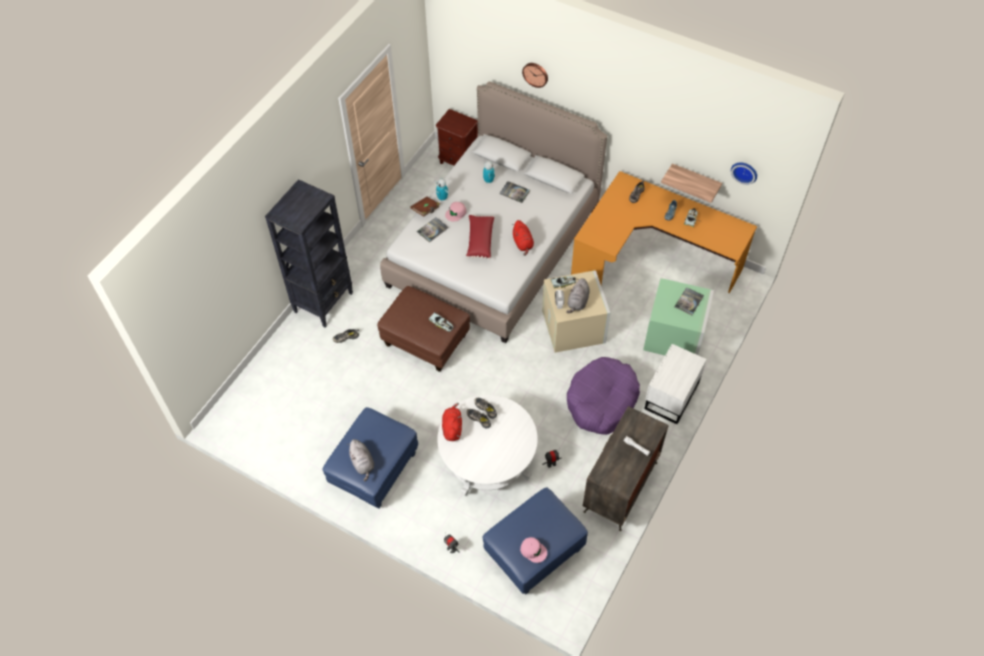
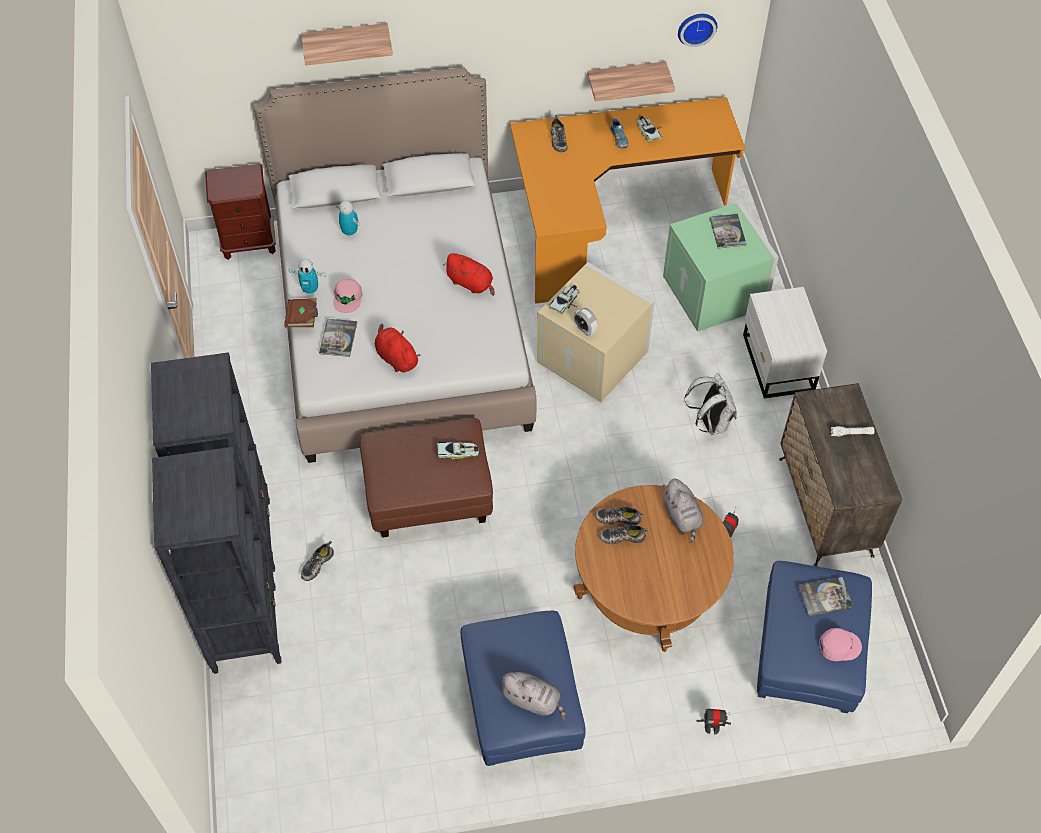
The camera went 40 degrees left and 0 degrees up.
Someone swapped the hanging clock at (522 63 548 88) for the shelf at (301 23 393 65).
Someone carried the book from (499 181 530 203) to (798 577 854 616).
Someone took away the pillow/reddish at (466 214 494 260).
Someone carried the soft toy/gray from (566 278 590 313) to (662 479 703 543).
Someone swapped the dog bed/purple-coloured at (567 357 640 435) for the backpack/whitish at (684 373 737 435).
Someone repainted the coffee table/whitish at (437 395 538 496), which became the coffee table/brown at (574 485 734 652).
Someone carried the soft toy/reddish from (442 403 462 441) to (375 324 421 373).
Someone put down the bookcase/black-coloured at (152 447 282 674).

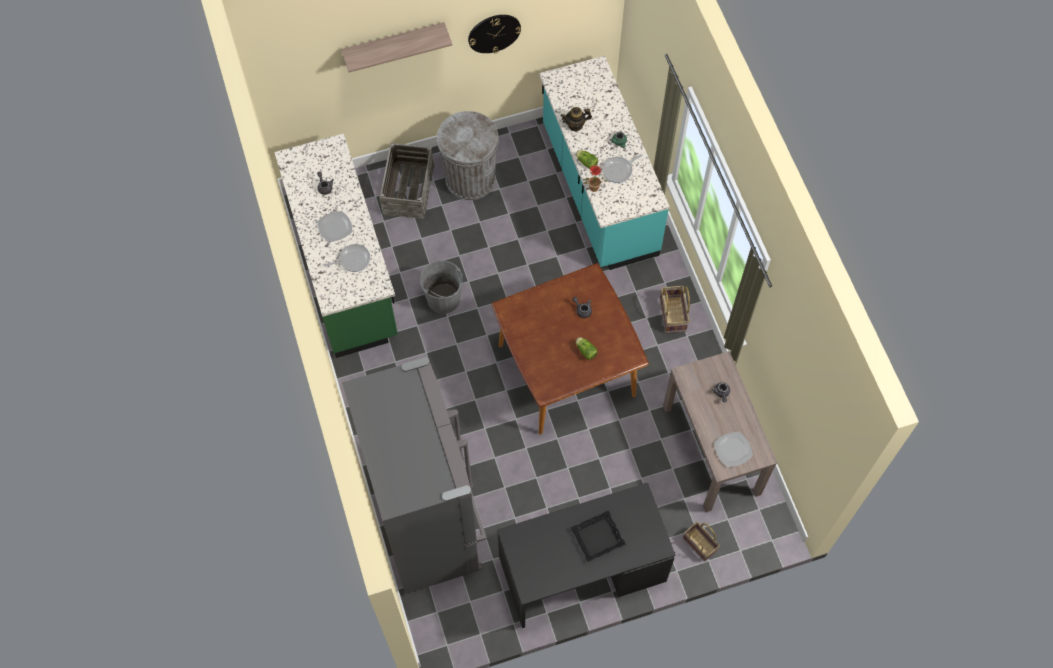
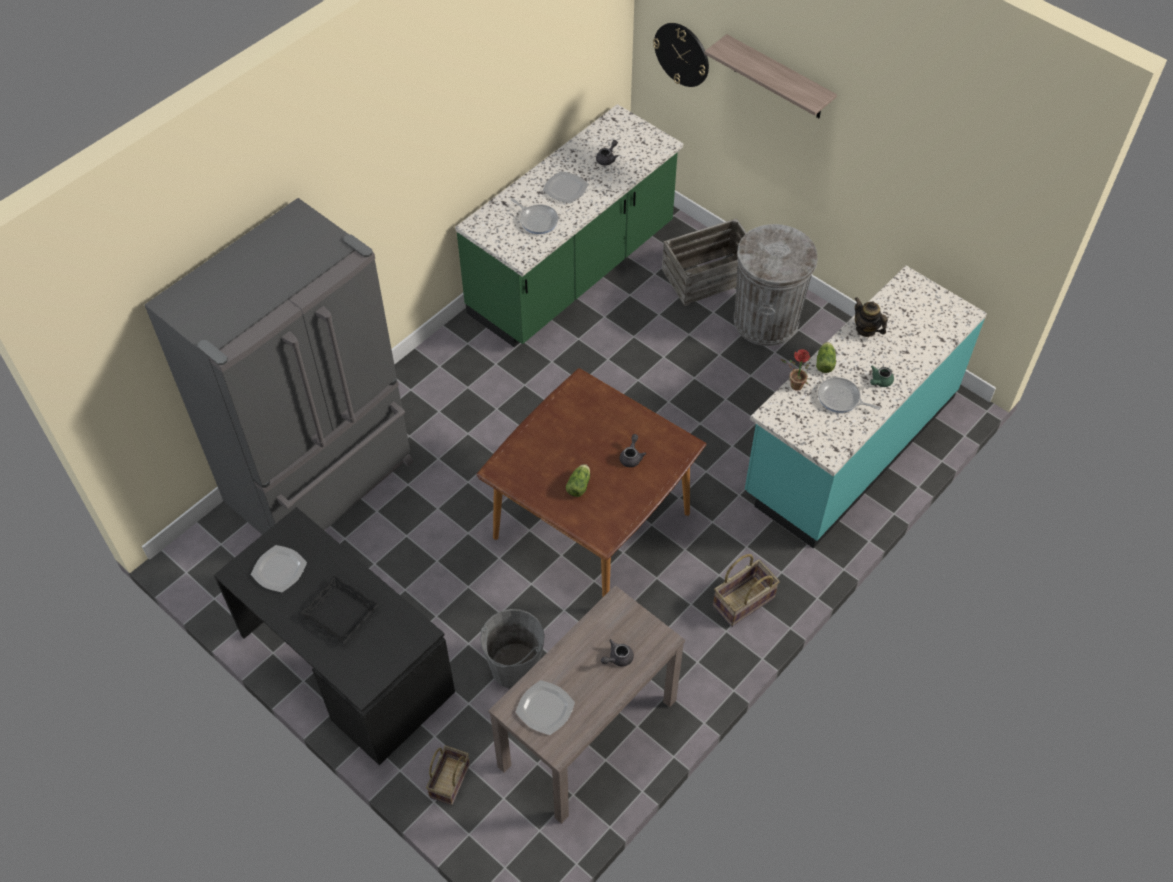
The camera went 60 degrees right and 10 degrees down.
Someone carried the hanging clock from (468 15 521 53) to (653 23 709 87).
Someone carried the pail/gray from (420 261 463 314) to (480 609 545 689).
Someone put down the flat dish at (251 545 307 592).

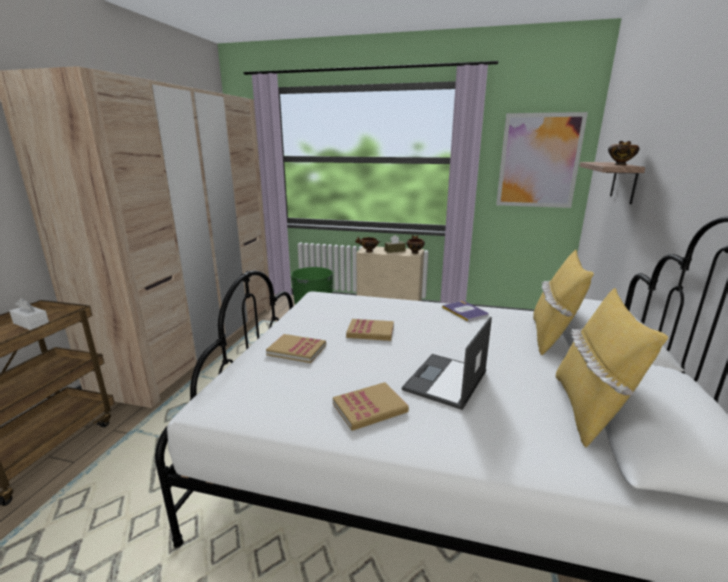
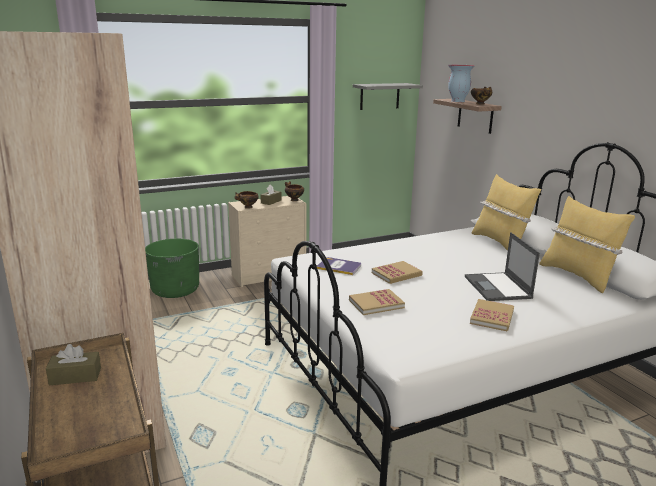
The camera went 40 degrees left and 0 degrees up.
Someone swapped the picture at (496 112 588 208) for the shelf/gray at (353 83 423 110).
Someone repainted the box of tissues/whitish at (9 298 49 330), which became the box of tissues/brown at (46 344 101 385).
Someone carried the book from (442 301 489 321) to (317 257 361 275).
Someone put down the decorative vase at (448 65 475 102).

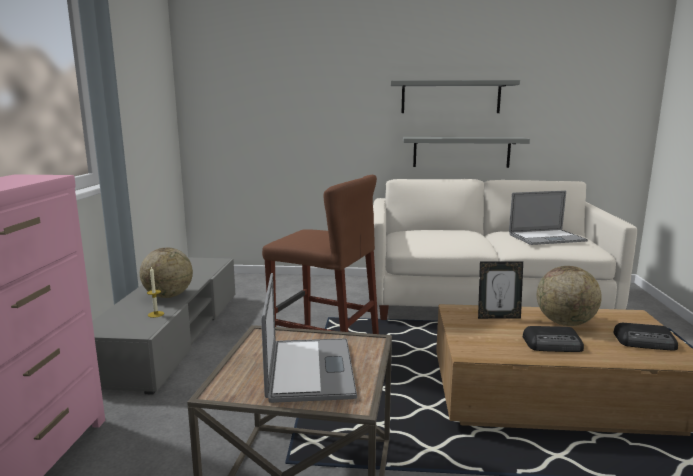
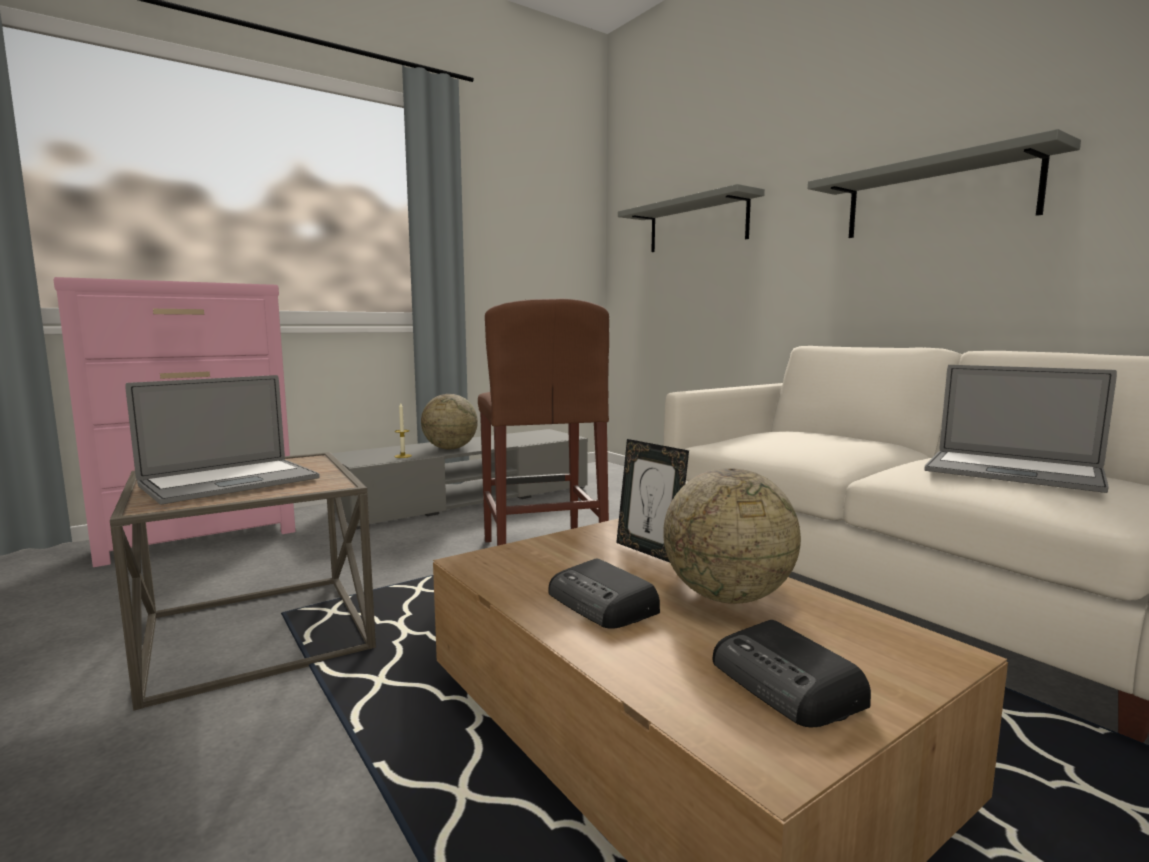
The camera went 50 degrees right and 5 degrees down.
Someone carried the shelf/gray from (403 137 530 168) to (618 184 765 252).

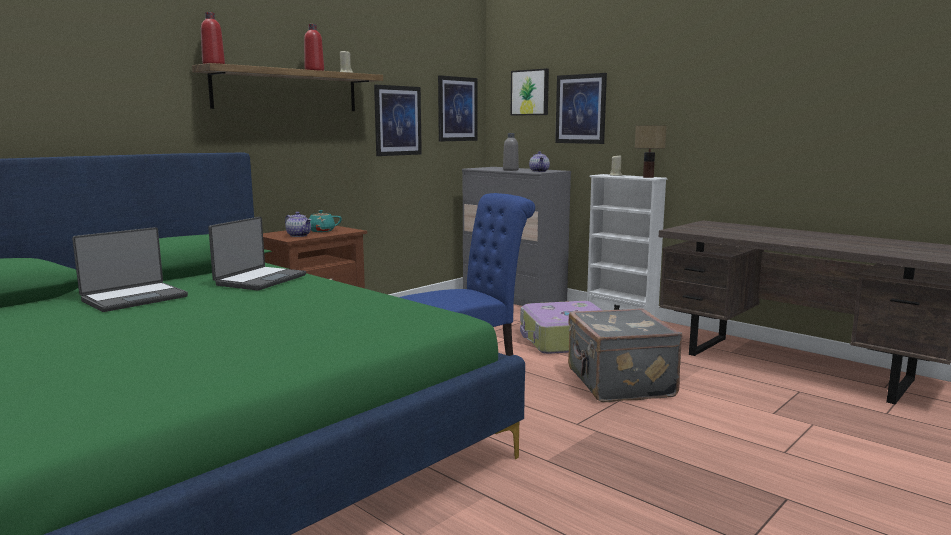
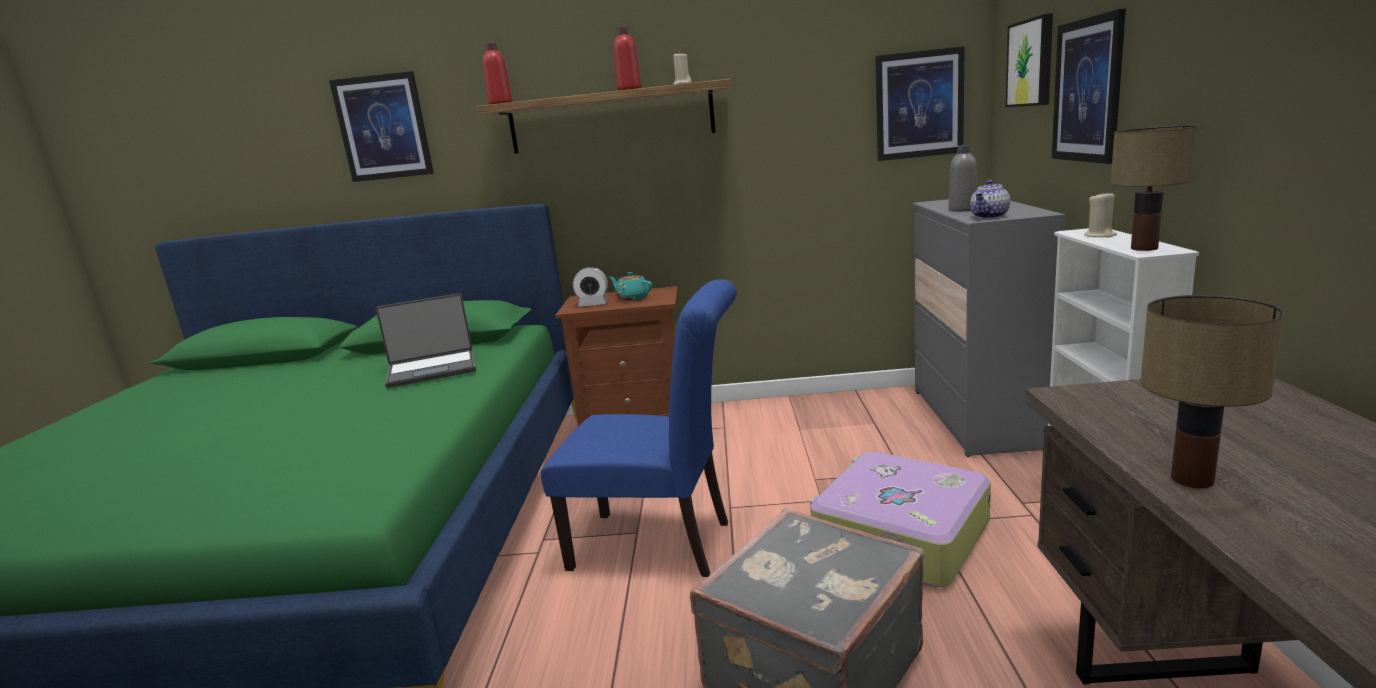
The camera went 50 degrees right and 5 degrees up.
Someone carried the picture from (374 85 422 156) to (329 71 434 182).
Someone swapped the teapot at (285 212 311 237) for the alarm clock at (573 267 608 307).
Someone took away the laptop at (72 227 188 312).
Someone put down the lamp for a table at (1140 295 1284 488).

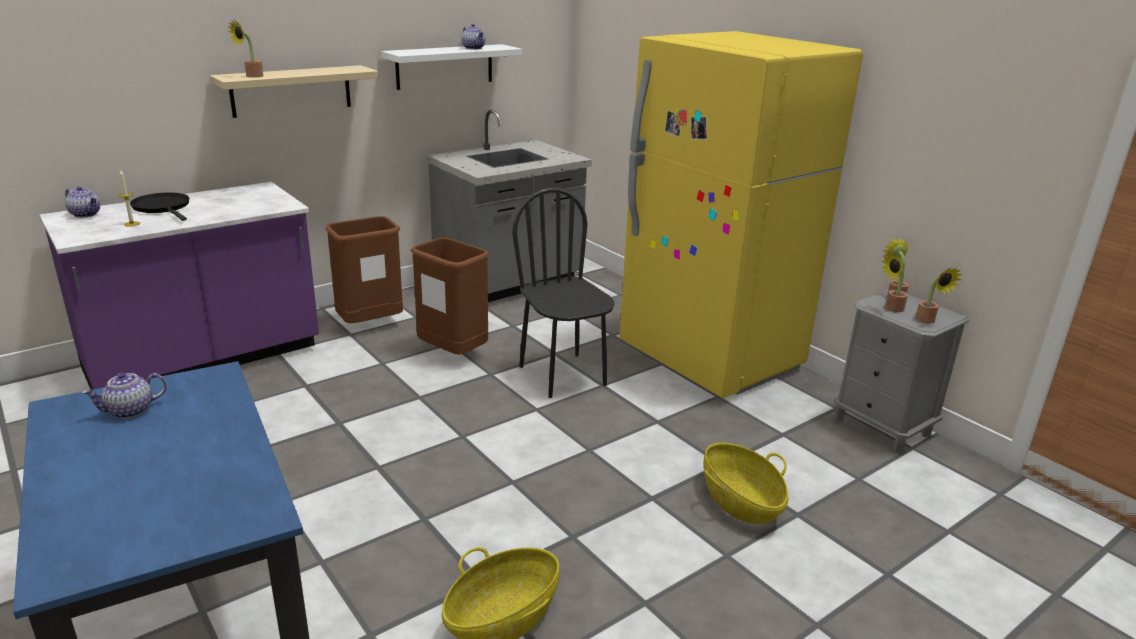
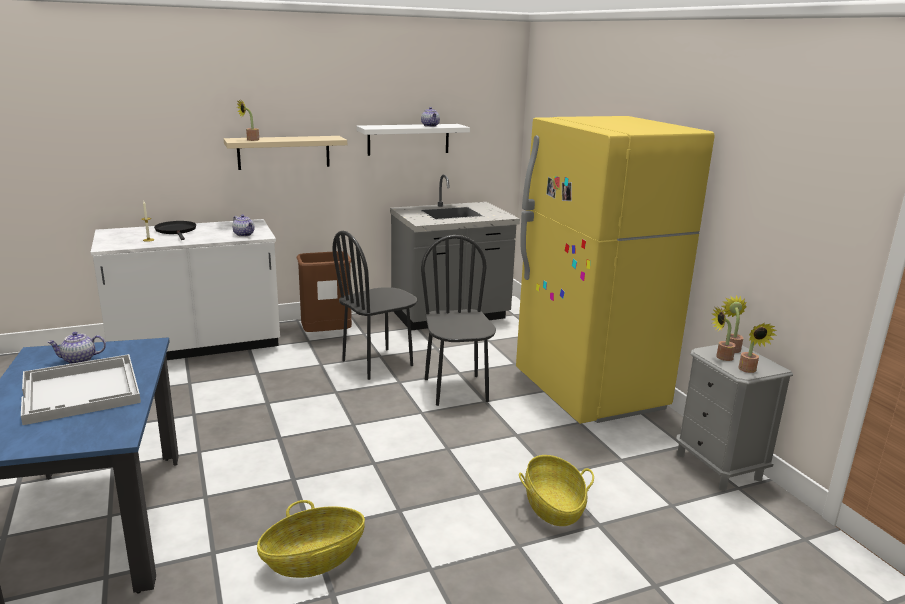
The camera went 15 degrees right and 5 degrees down.
Someone repainted the kitchen base unit/purple-coloured at (39 182 319 390), which became the kitchen base unit/whitish at (91 219 280 360).
Someone carried the teapot from (65 186 100 218) to (232 214 255 237).
Someone swapped the waste bin/brown at (410 237 489 355) for the upright chair/black-coloured at (332 231 418 380).
Someone put down the serving tray/whitish at (21 354 141 425).

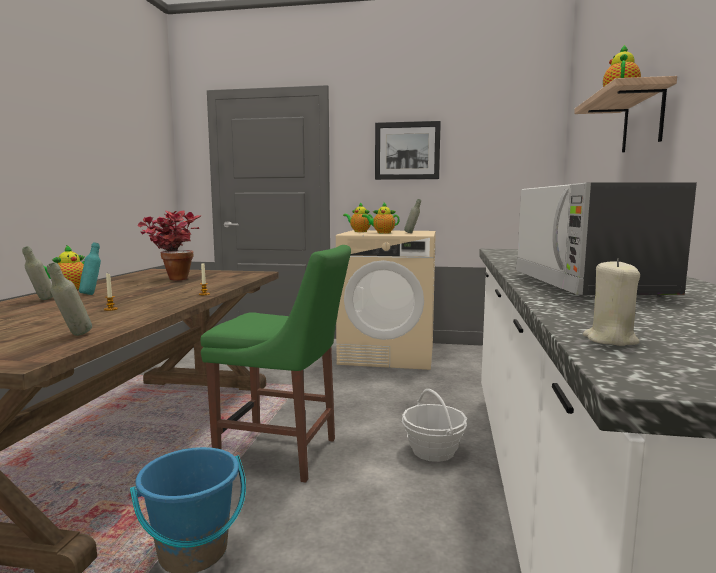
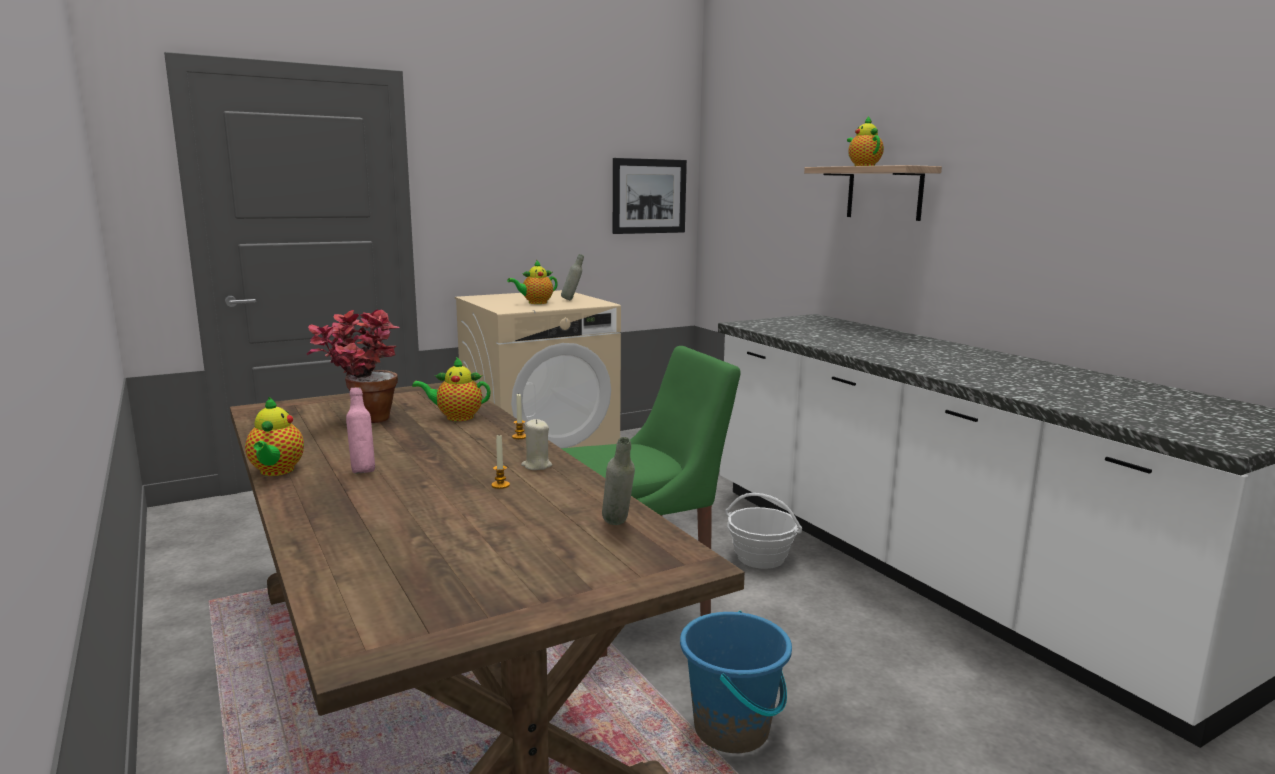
The camera went 40 degrees left and 5 degrees up.
Someone carried the picture from (375 121 441 180) to (613 158 687 234).
Someone took away the microwave oven at (515 182 697 297).
Someone carried the teapot from (343 202 373 232) to (412 357 491 421).
Someone repainted the beverage bottle/turquoise at (79 242 101 295), which became the beverage bottle/pink-coloured at (346 387 375 473).
Someone took away the beverage bottle/gray at (22 246 53 300).
Someone carried the candle/beige-coloured from (583 258 640 346) to (521 419 552 470).

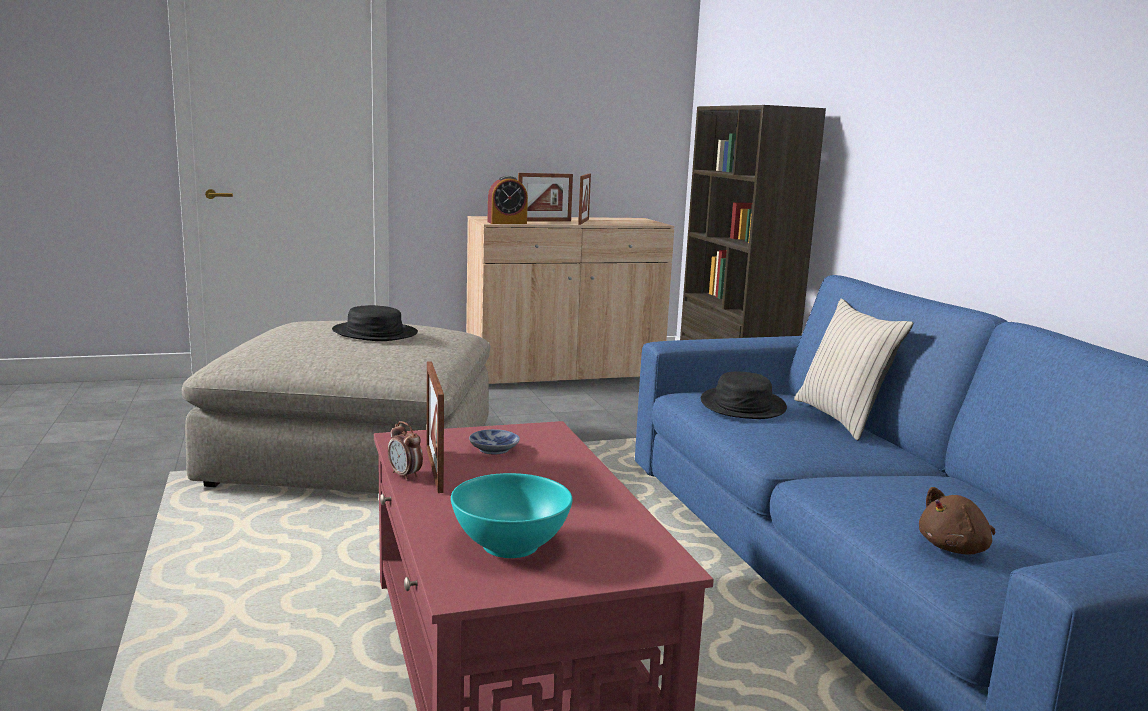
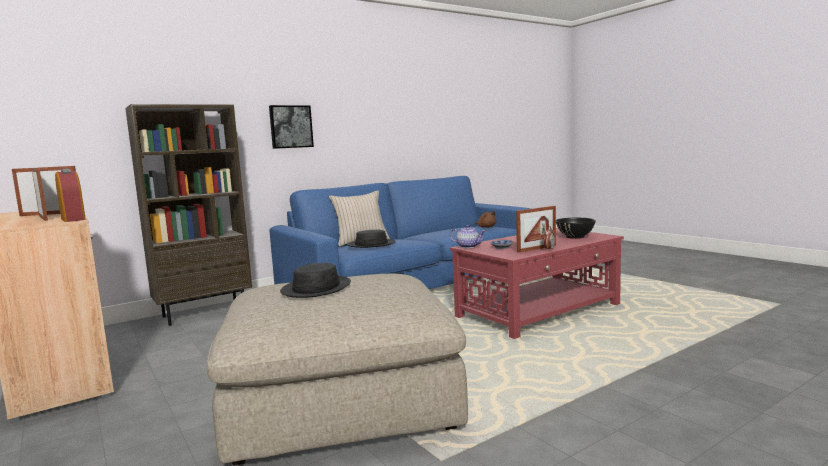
The camera went 105 degrees left and 5 degrees down.
Someone repainted the bowl/turquoise at (451 473 573 558), which became the bowl/black-coloured at (556 218 596 239).
Someone put up the picture at (269 105 314 149).
Someone put down the teapot at (450 225 486 248).

